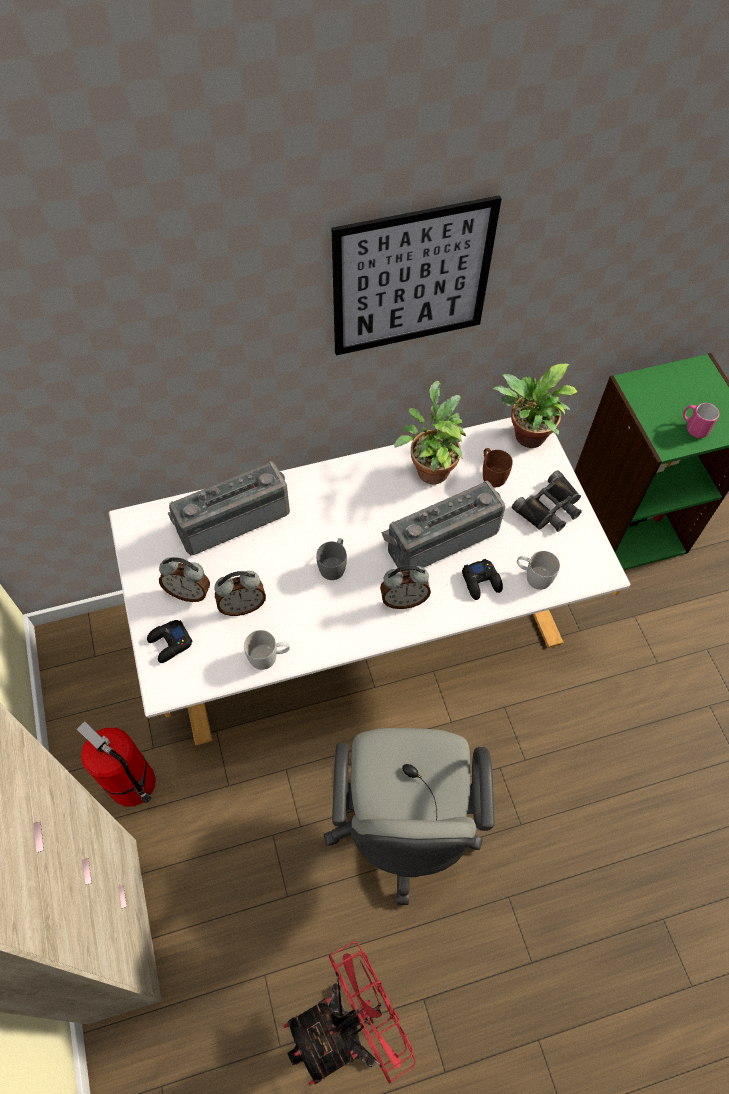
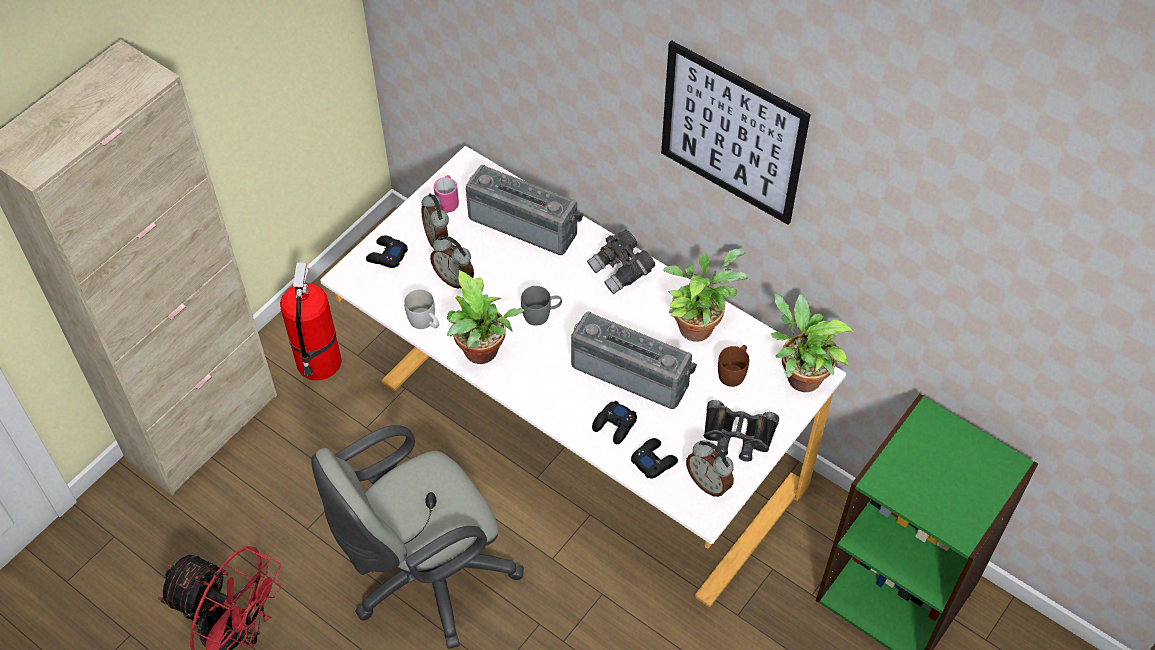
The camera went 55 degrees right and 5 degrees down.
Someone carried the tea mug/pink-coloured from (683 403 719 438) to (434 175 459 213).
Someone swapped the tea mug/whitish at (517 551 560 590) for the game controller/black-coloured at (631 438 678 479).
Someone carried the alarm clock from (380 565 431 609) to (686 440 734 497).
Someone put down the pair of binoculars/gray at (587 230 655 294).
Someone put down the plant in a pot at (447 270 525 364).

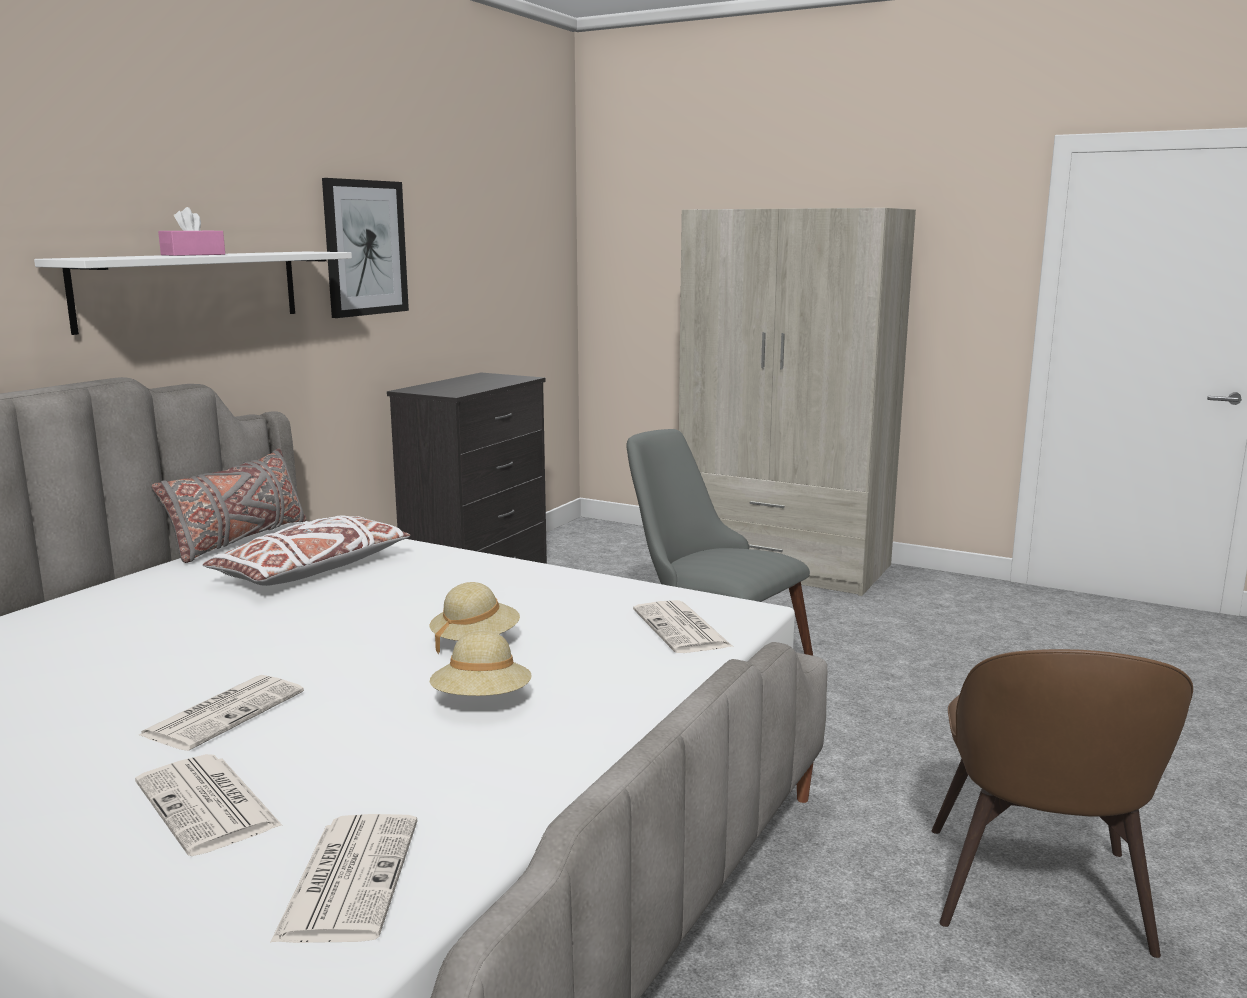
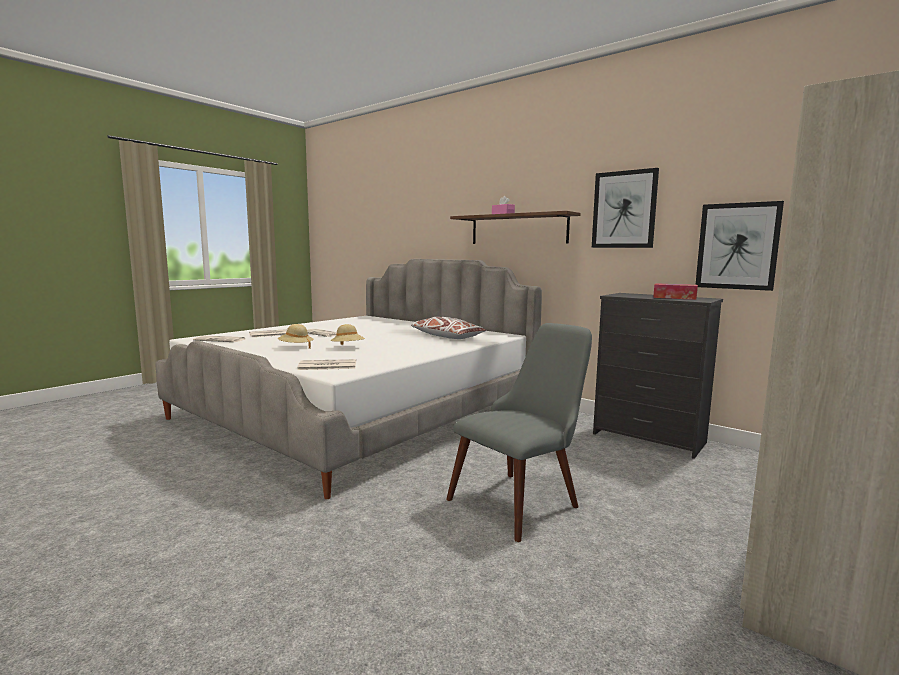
The camera went 100 degrees right and 5 degrees down.
Someone repainted the shelf/whitish at (34 252 352 335), which became the shelf/brown at (450 211 581 244).
Someone took away the pillow/gray at (151 449 306 563).
Someone took away the upright chair/brown at (932 649 1193 958).
Someone put up the picture at (695 201 784 291).
Someone put down the box of tissues at (653 283 698 300).

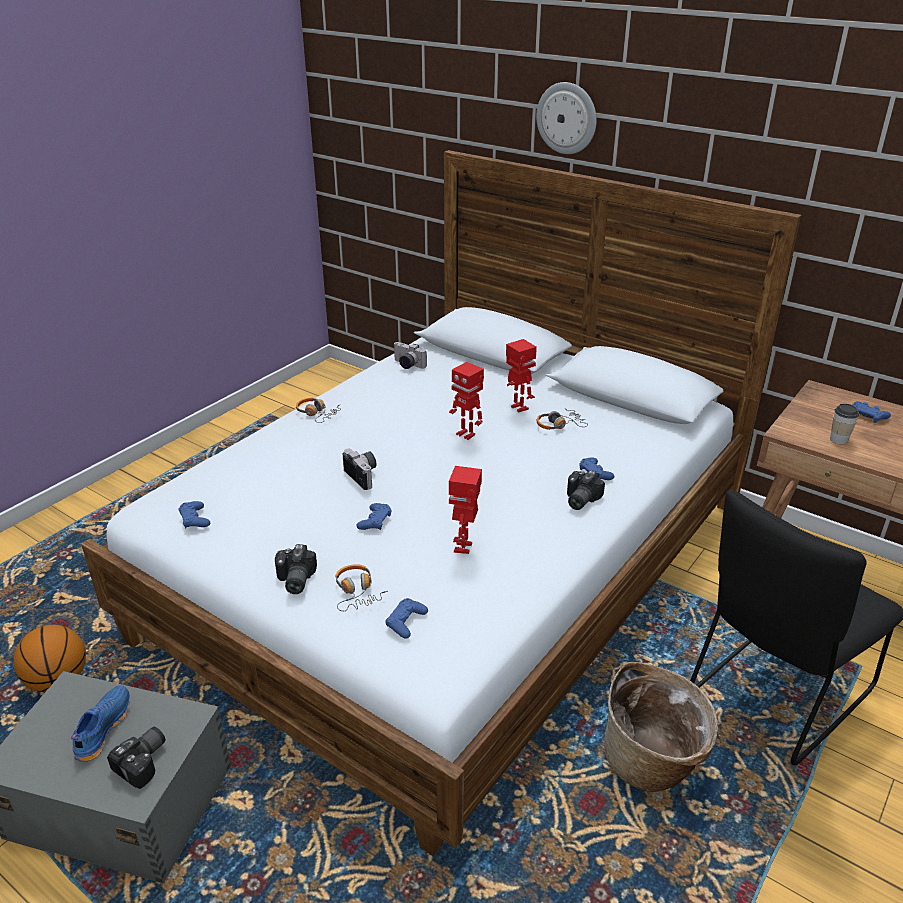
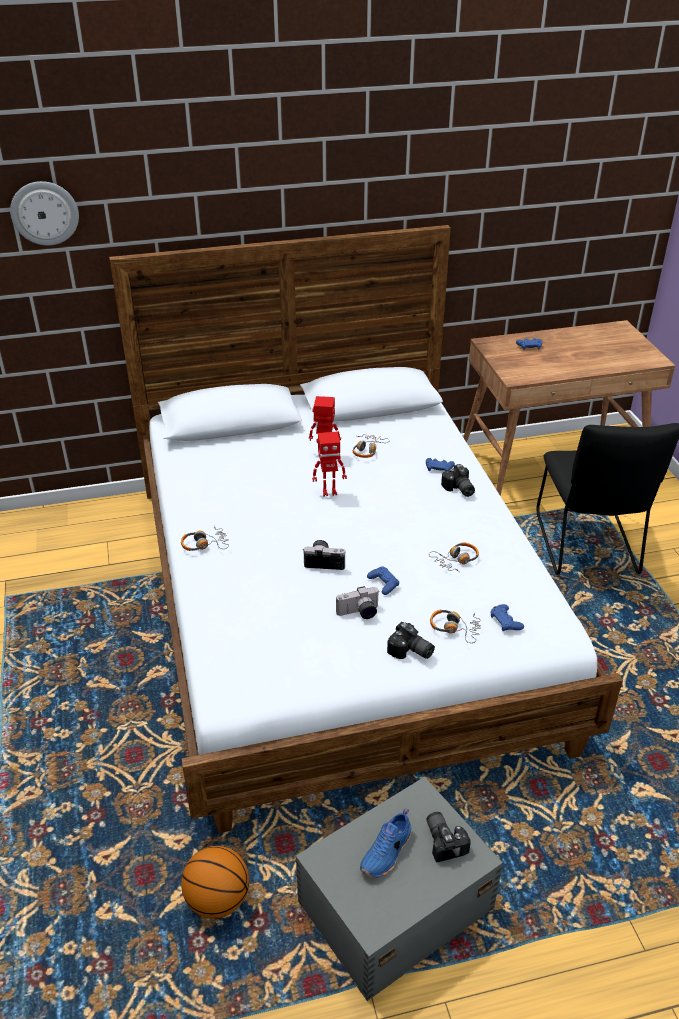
The camera went 50 degrees left and 5 degrees up.
Someone carried the hanging clock from (536 82 597 154) to (10 181 79 245).
Someone carried the still camera from (393 342 427 369) to (336 586 380 619).
Someone took away the drinking cup at (830 404 859 444).
Someone swapped the robot figure at (449 466 482 554) for the headset at (429 542 479 572).
Someone took away the game controller/blue at (178 501 210 528).
Someone took away the storage basket at (604 662 718 792).
Someone rotated the shoe/blue at (71 685 130 762) by 105 degrees counterclockwise.

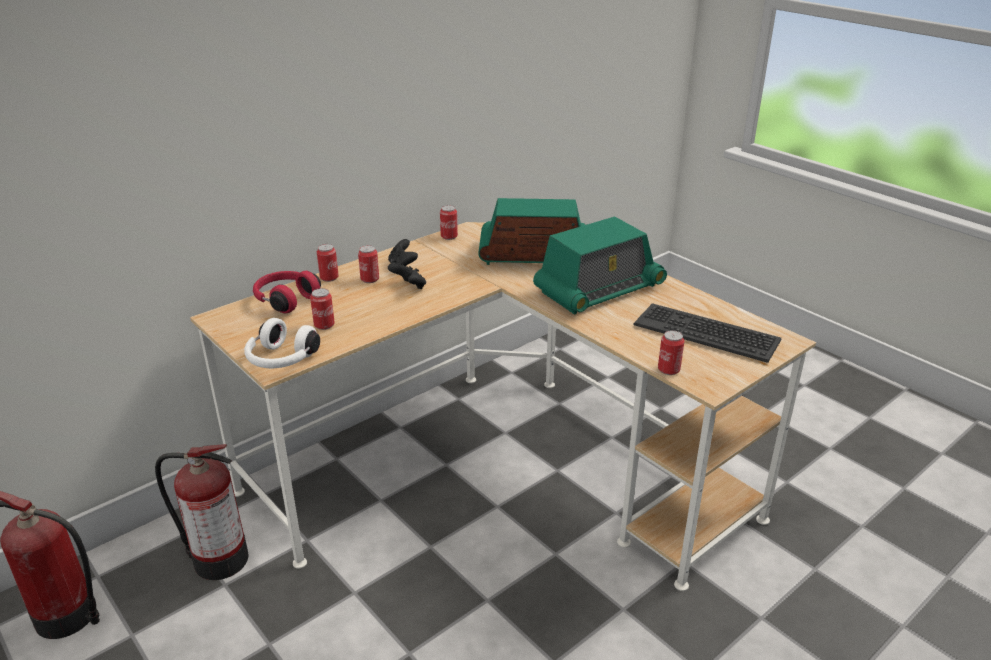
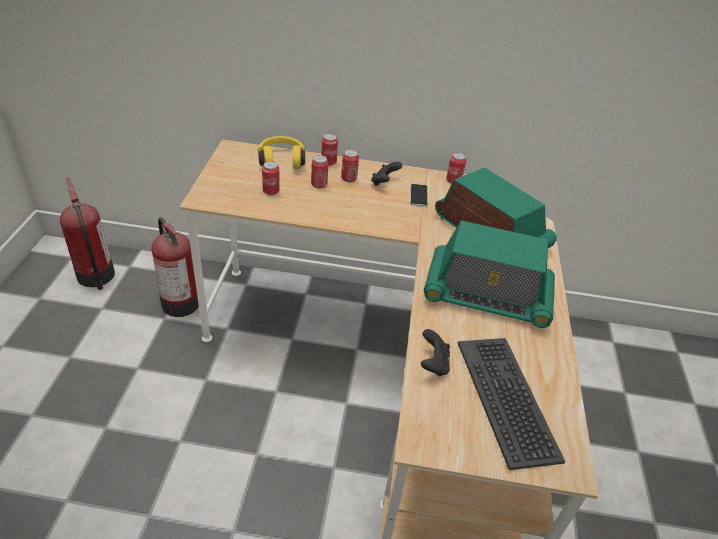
The camera went 45 degrees right and 10 degrees up.
Someone carried the game controller/black-coloured from (388 263 426 289) to (421 329 450 377).
Someone repainted the headset/reddish at (253 271 321 313), which became the headset/yellow-coloured at (257 136 305 169).
Someone took away the headset/whitish at (244 318 320 368).
Someone carried the metal can from (658 330 684 375) to (311 155 329 189).
Someone put down the telephone at (410 184 428 207).

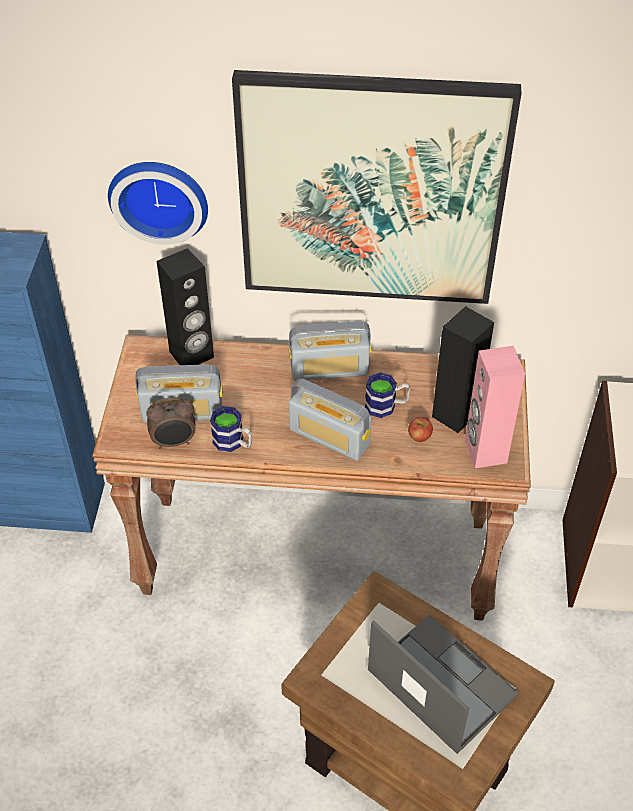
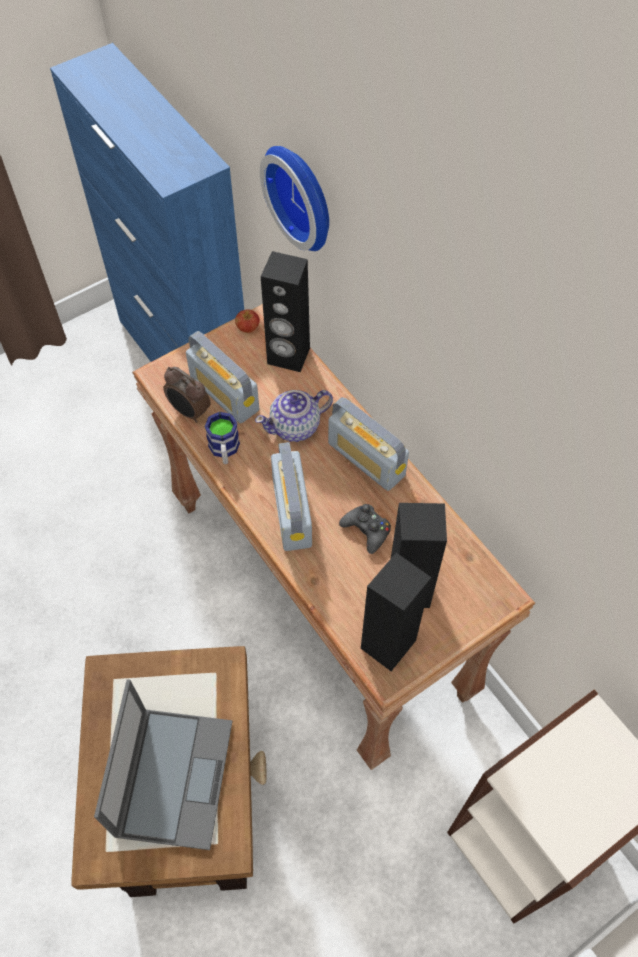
The camera went 50 degrees right and 10 degrees up.
Someone took away the picture at (232 70 522 304).
Someone repainted the loudspeaker/pink-coloured at (465 346 525 468), which became the loudspeaker/black-coloured at (361 553 431 671).
Someone swapped the tea mug at (365 373 410 418) for the game controller/black-coloured at (339 504 391 554).
Someone carried the whole apple from (408 417 433 442) to (235 309 260 333).
Someone put down the teapot at (255 390 333 442).

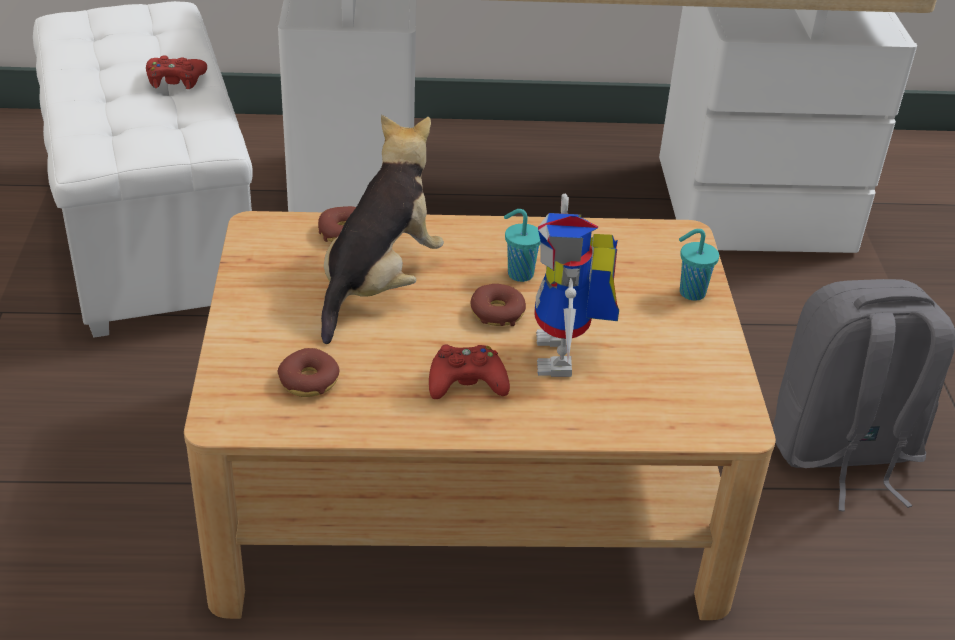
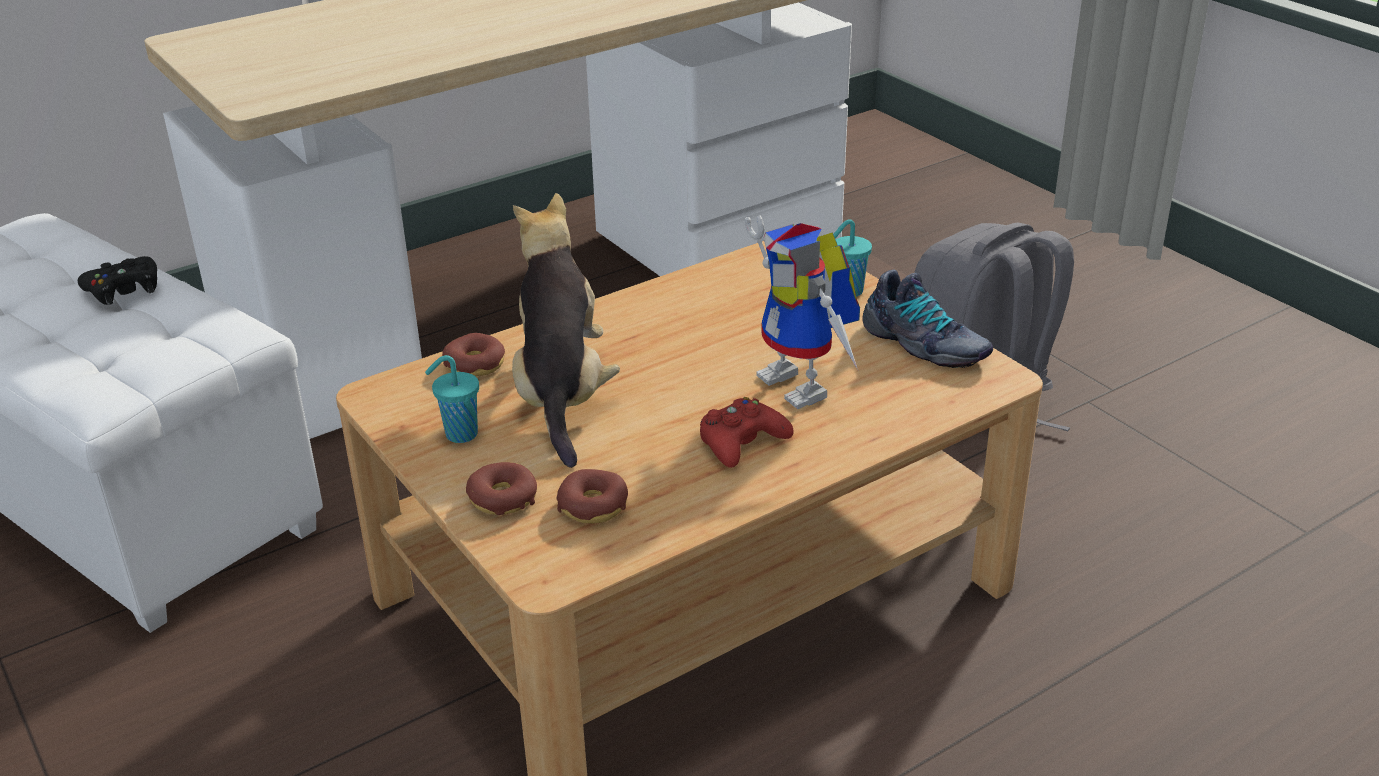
The camera went 30 degrees left and 5 degrees down.
Someone repainted the game controller/reddish at (146 55 207 89), which became the game controller/black-coloured at (78 256 157 305).
Someone carried the drinking cup/turquoise from (504 209 541 282) to (425 355 479 443).
Someone carried the ring doughnut from (471 284 526 326) to (466 462 537 515).
Someone put down the shoe at (862 269 993 368).

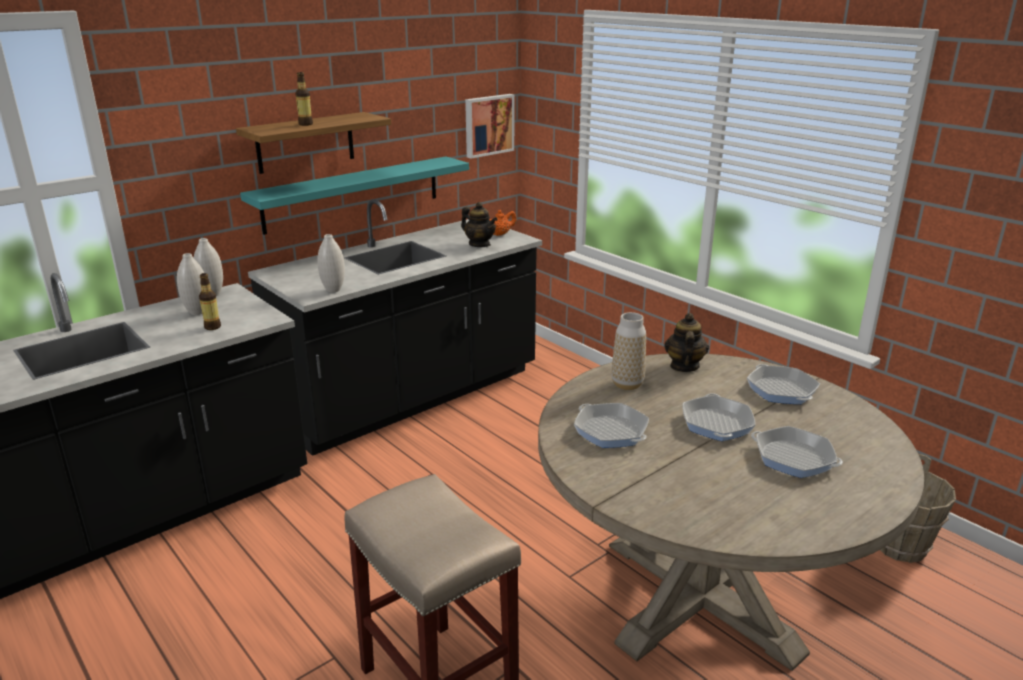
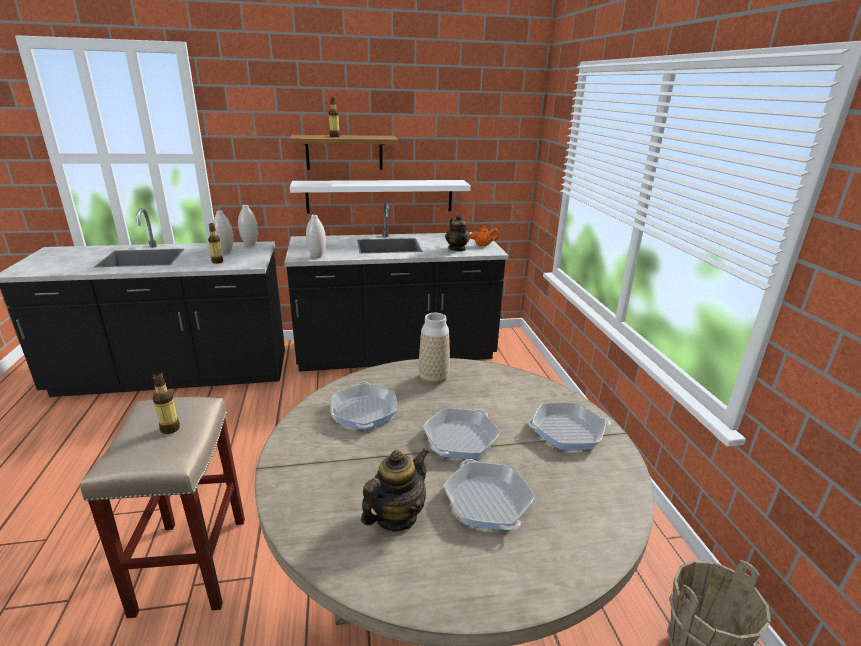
The camera went 30 degrees right and 0 degrees up.
Someone took away the picture at (465 94 514 159).
Someone repainted the shelf/turquoise at (240 156 469 235), which became the shelf/whitish at (290 180 471 213).
Someone carried the teapot from (664 313 709 372) to (361 448 429 531).
Someone rotated the frying pan at (747 364 820 404) by 105 degrees counterclockwise.
Someone put down the beverage bottle at (153 372 180 434).

